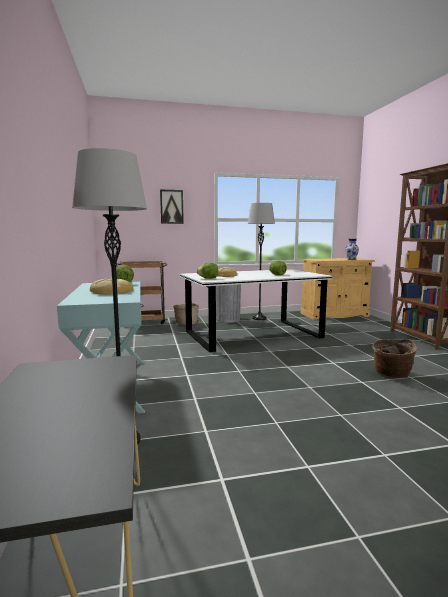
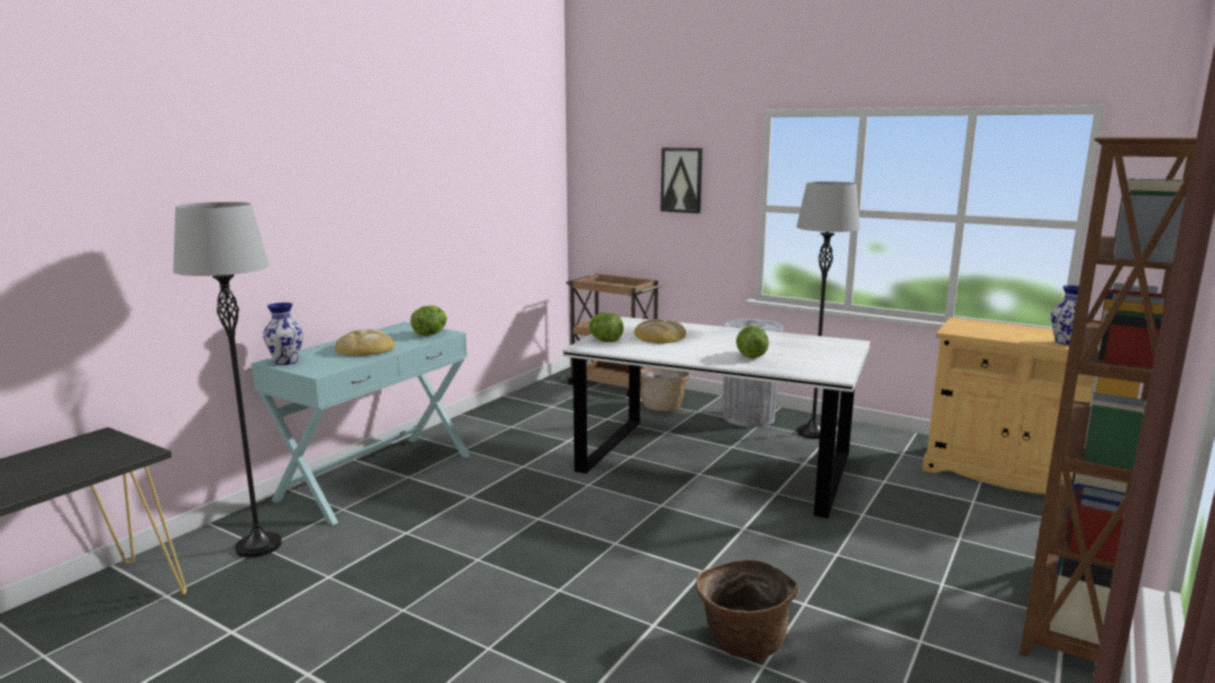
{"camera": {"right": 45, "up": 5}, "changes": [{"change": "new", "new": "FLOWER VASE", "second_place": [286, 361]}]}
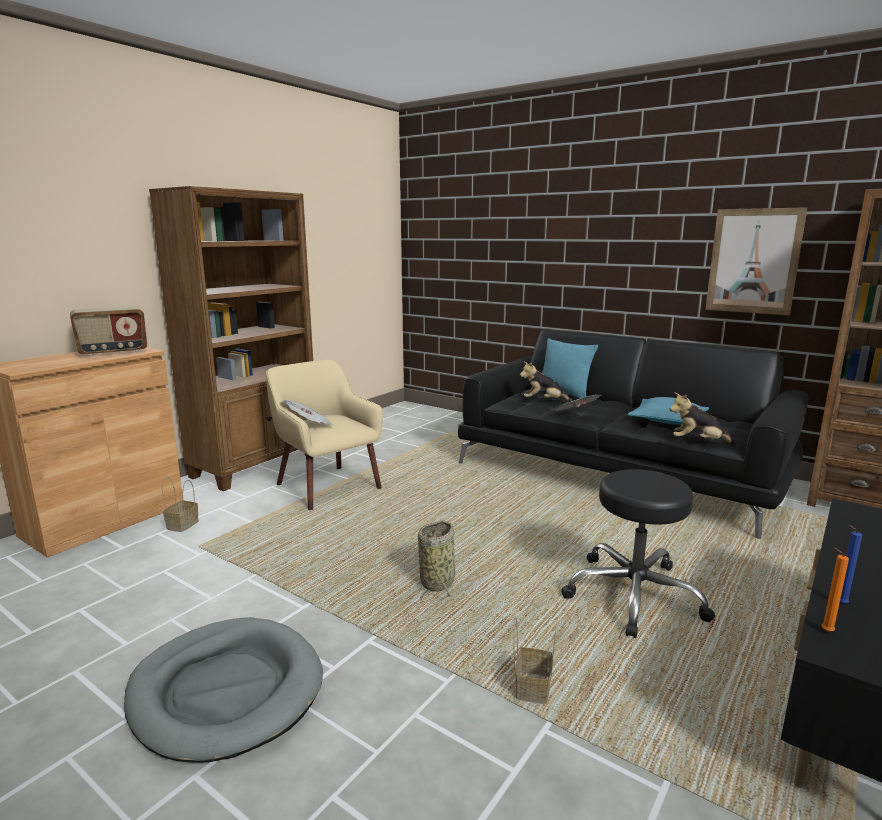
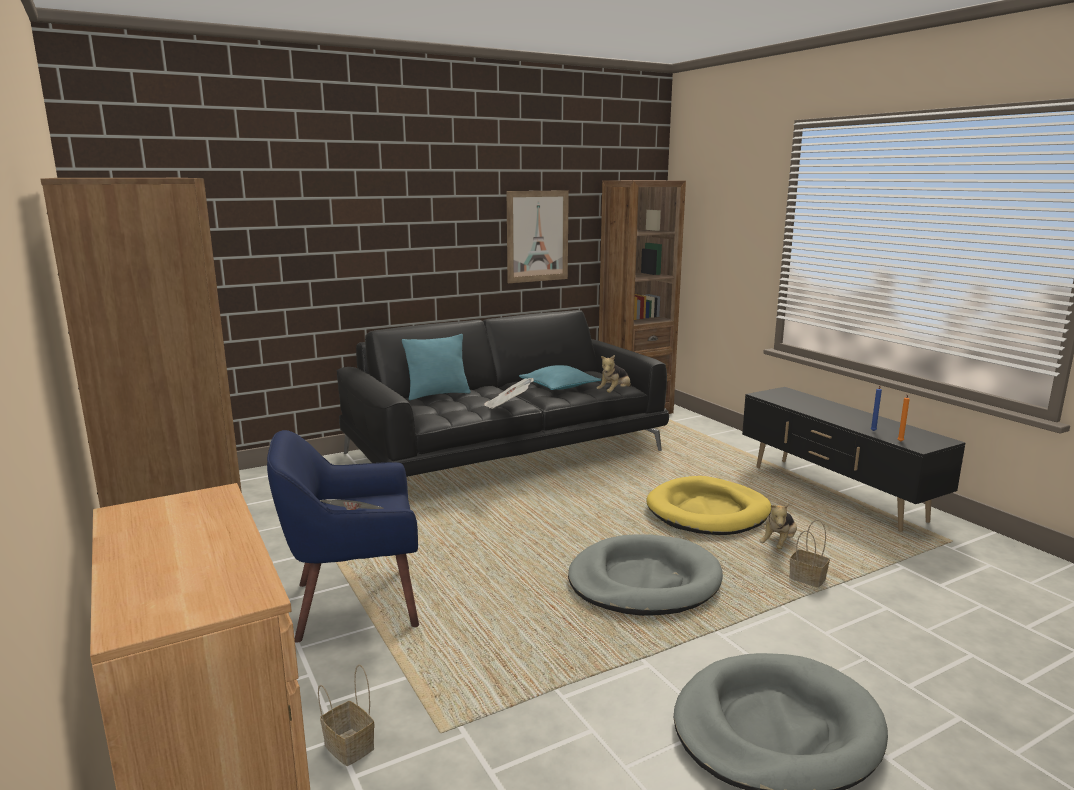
{"camera": {"right": -65, "up": 0}, "changes": [{"change": "gone", "old": "RADIO SET", "first_place": [113, 352]}, {"change": "shifted", "old": "SOFT TOY", "first_place": [544, 401], "second_place": [778, 544]}, {"change": "swapped", "old": "BASKET", "new": "GRAY DOG BED", "first_place": [438, 582], "second_place": [644, 581]}, {"change": "swapped", "old": "BLACKISH STOOL SEAT", "new": "YELLOW DOG BED", "first_place": [633, 594], "second_place": [708, 511]}, {"change": "repainted", "old": "BEIGE LOUNGE CHAIR", "new": "BLUE LOUNGE CHAIR", "first_place": [326, 486], "second_place": [354, 603]}]}
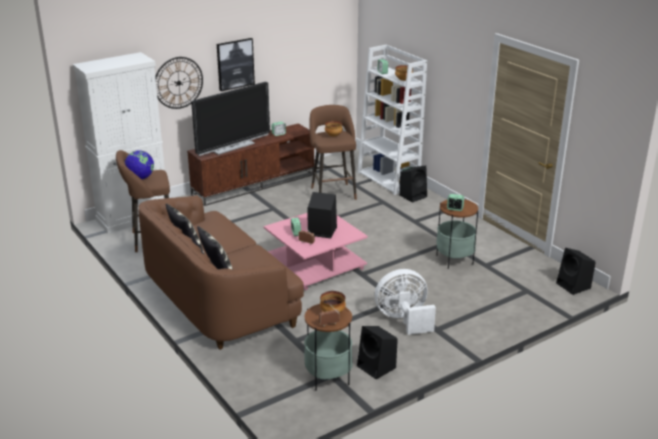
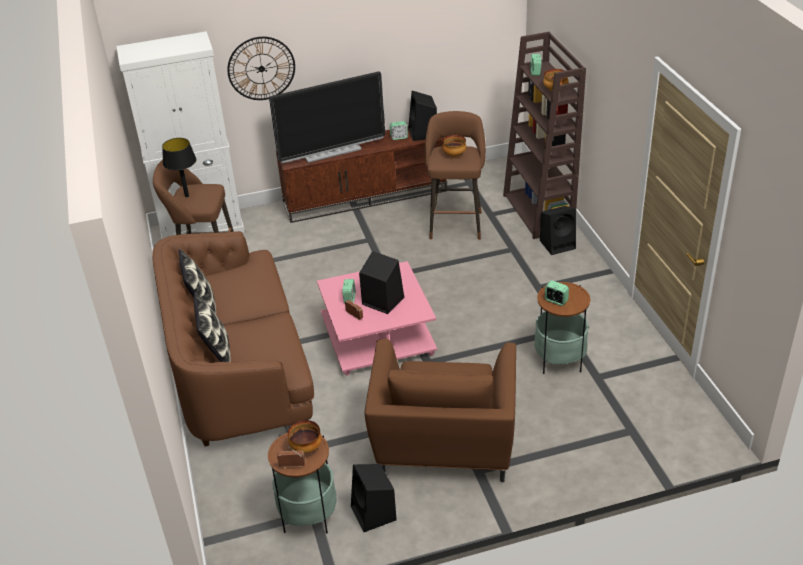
{"camera": {"right": 20, "up": 10}, "changes": [{"change": "gone", "old": "PICTURE", "first_place": [235, 64]}, {"change": "shifted", "old": "BLACKISH LOUDSPEAKER", "first_place": [574, 286], "second_place": [423, 133]}, {"change": "swapped", "old": "DESK GLOBE", "new": "BLACKISH TABLETOP LAMP", "first_place": [140, 178], "second_place": [187, 196]}, {"change": "swapped", "old": "WHITE-COLOURED COOLING FAN", "new": "BROWN-COLOURED LOUNGE CHAIR", "first_place": [404, 319], "second_place": [444, 446]}, {"change": "repainted", "old": "WHITE-COLOURED BOOKCASE", "new": "BROWN-COLOURED BOOKCASE", "first_place": [389, 180], "second_place": [539, 212]}]}
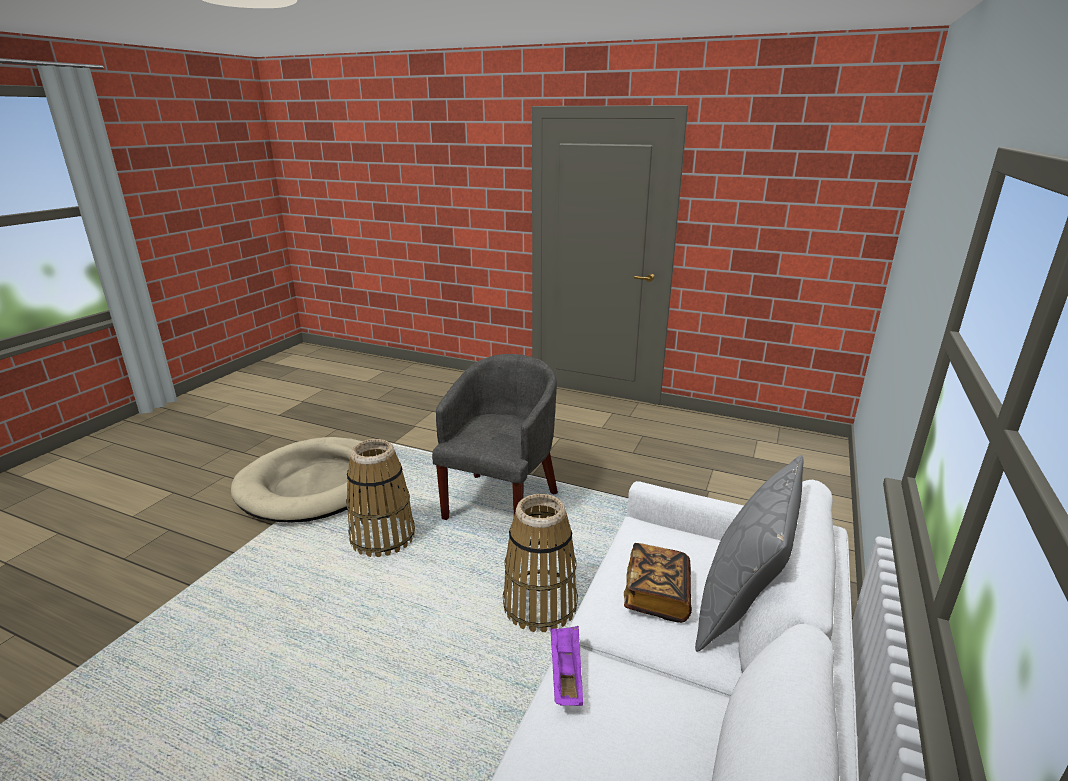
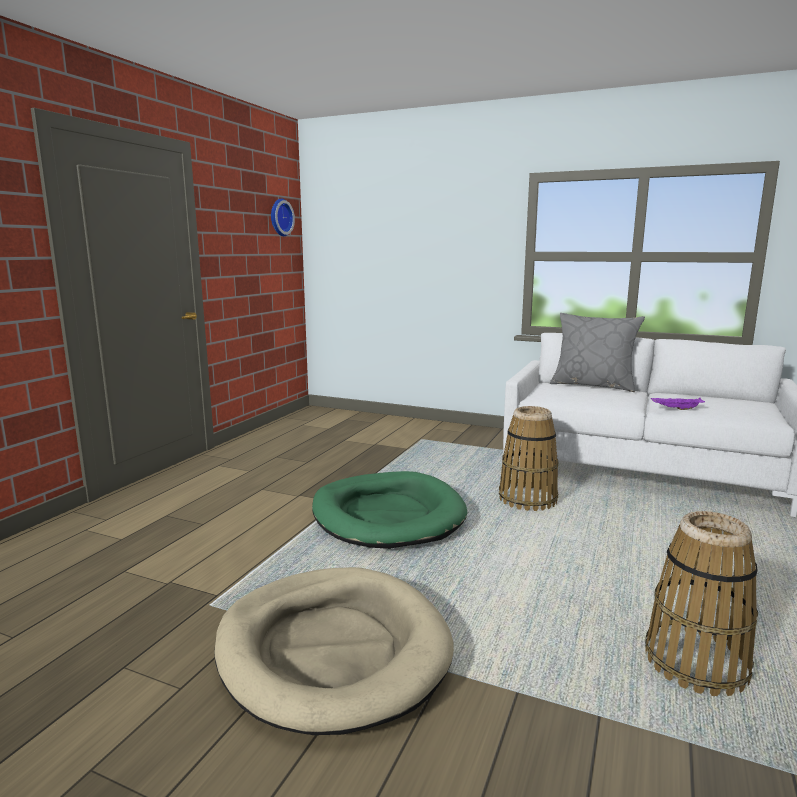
{"camera": {"right": -90, "up": -10}, "changes": [{"change": "gone", "old": "BOUND BOOK", "first_place": [656, 596]}, {"change": "new", "new": "CLOCK ON THE WALL", "second_place": [279, 217]}, {"change": "shifted", "old": "BASKET", "first_place": [383, 537], "second_place": [696, 663]}, {"change": "swapped", "old": "GRAY LOUNGE CHAIR", "new": "GREEN DOG BED", "first_place": [501, 502], "second_place": [387, 515]}]}
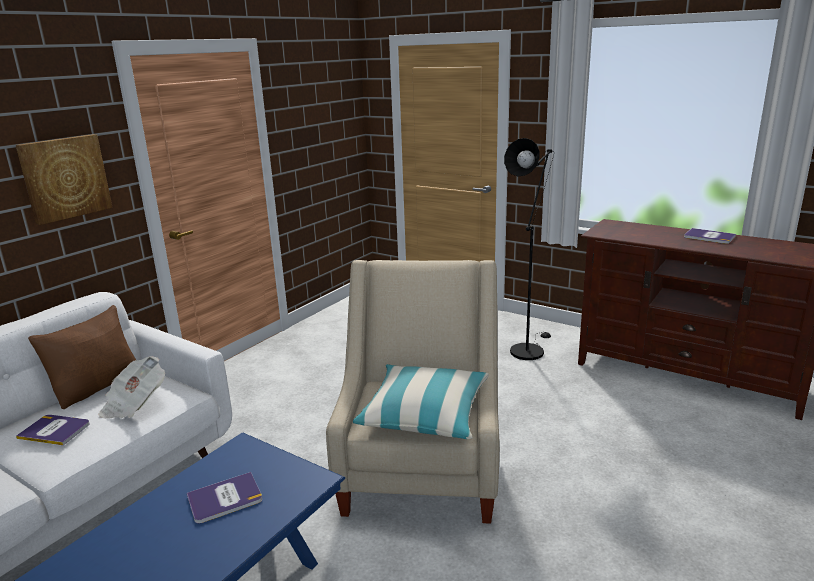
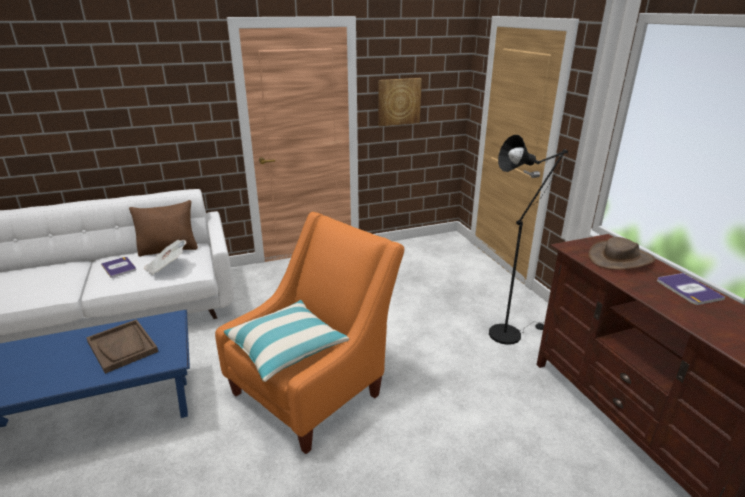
{"camera": {"right": 35, "up": 5}, "changes": [{"change": "new", "new": "BROWN-COLOURED HAT", "second_place": [620, 259]}, {"change": "shifted", "old": "PICTURE", "first_place": [65, 178], "second_place": [398, 101]}, {"change": "swapped", "old": "BOUND BOOK", "new": "BROWN-COLOURED SERVING TRAY", "first_place": [225, 498], "second_place": [122, 347]}, {"change": "repainted", "old": "BEIGE LOUNGE CHAIR", "new": "ORANGE LOUNGE CHAIR", "first_place": [422, 468], "second_place": [314, 388]}]}
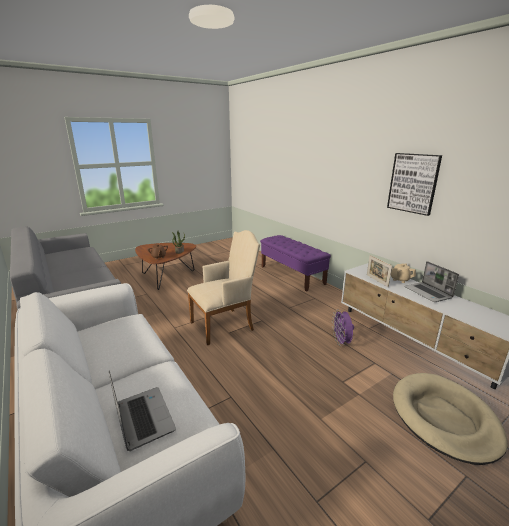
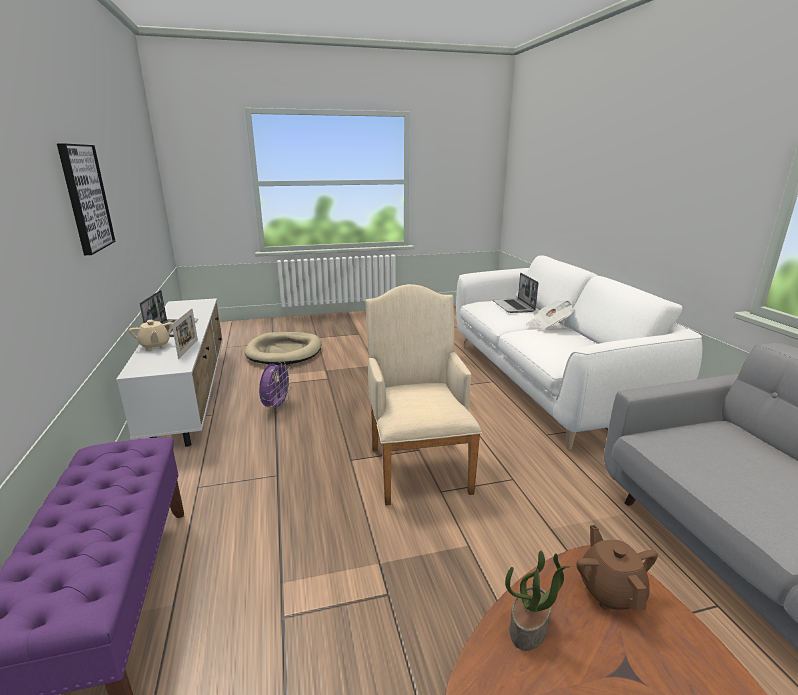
{"camera": {"right": -160, "up": 0}, "changes": [{"change": "new", "new": "DAILY PAPER", "second_place": [548, 325]}, {"change": "rotated", "old": "BEIGE LOUNGE CHAIR", "first_place": [225, 325], "second_place": [418, 465], "degrees": 90}]}
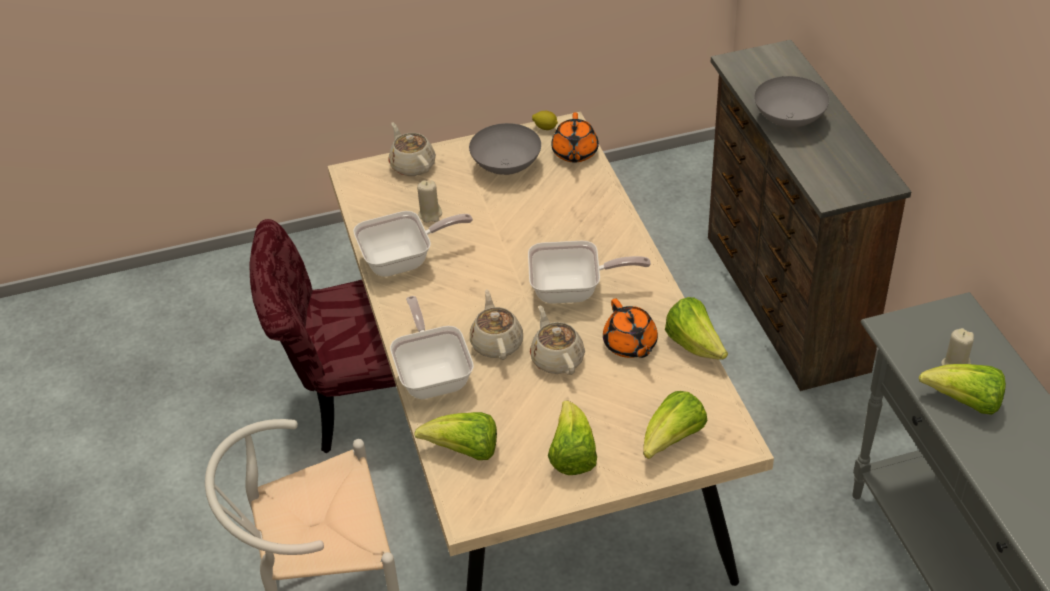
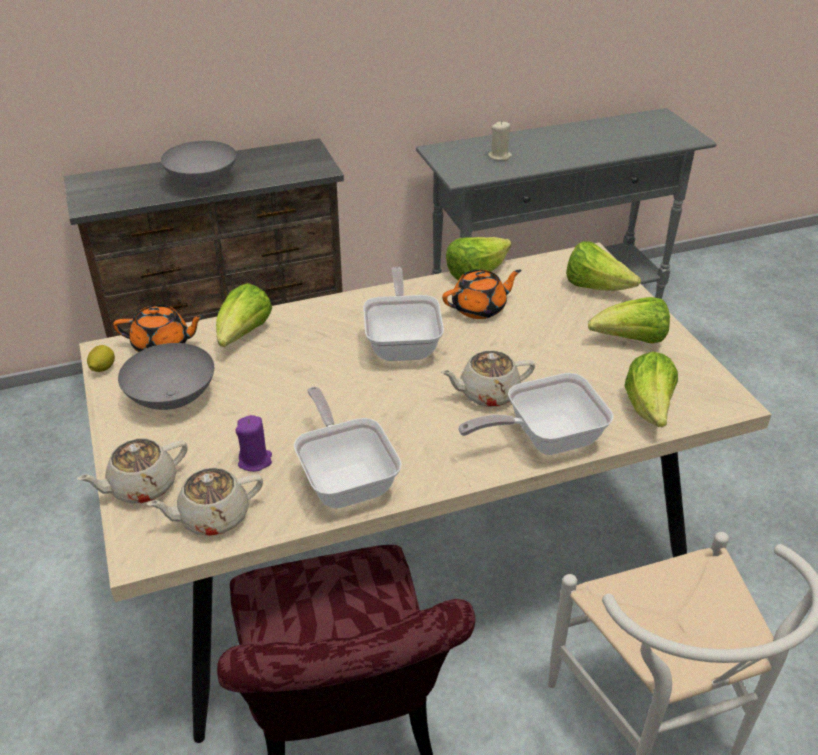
{"camera": {"right": -95, "up": -5}, "changes": [{"change": "shifted", "old": "BEIGE TEA POT", "first_place": [557, 358], "second_place": [212, 517]}, {"change": "shifted", "old": "LETTUCE", "first_place": [964, 403], "second_place": [243, 335]}, {"change": "repainted", "old": "BEIGE WAX CANDLE", "new": "PURPLE WAX CANDLE", "first_place": [430, 214], "second_place": [255, 461]}]}
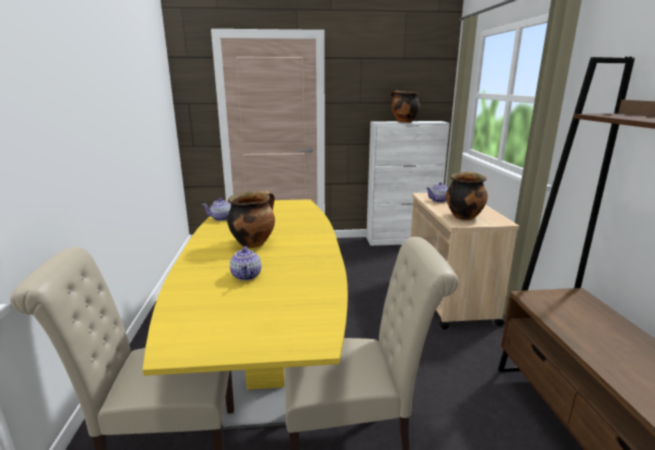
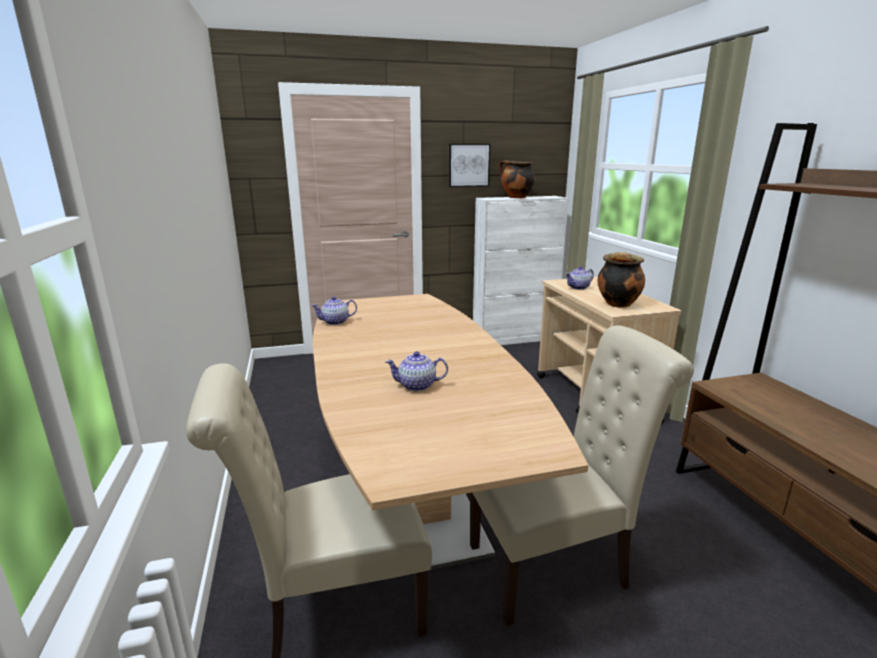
{"camera": {"right": -10, "up": 0}, "changes": [{"change": "gone", "old": "SAUCEPOT", "first_place": [253, 243]}, {"change": "new", "new": "PICTURE", "second_place": [468, 165]}, {"change": "repainted", "old": "YELLOW DINING TABLE", "new": "BROWN-COLOURED DINING TABLE", "first_place": [268, 356], "second_place": [414, 486]}, {"change": "rotated", "old": "TEA POT", "first_place": [246, 275], "second_place": [417, 386], "degrees": 105}]}
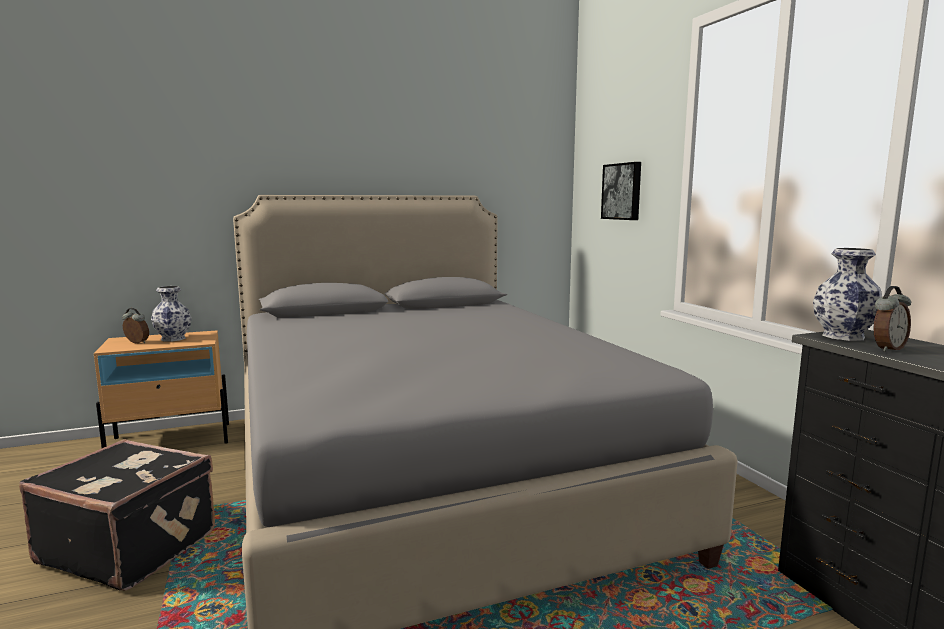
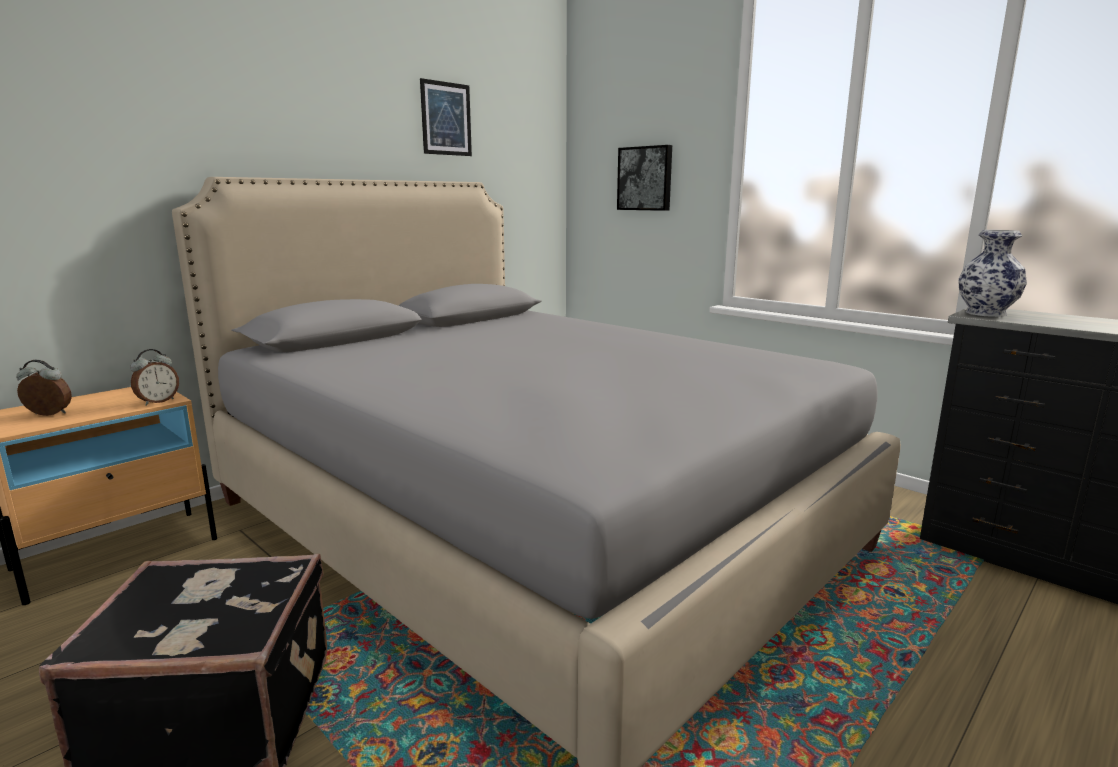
{"camera": {"right": -25, "up": 5}, "changes": [{"change": "gone", "old": "FLOWER VASE", "first_place": [172, 339]}, {"change": "new", "new": "PICTURE", "second_place": [446, 119]}, {"change": "shifted", "old": "BEDSIDE CLOCK", "first_place": [887, 349], "second_place": [158, 401]}]}
